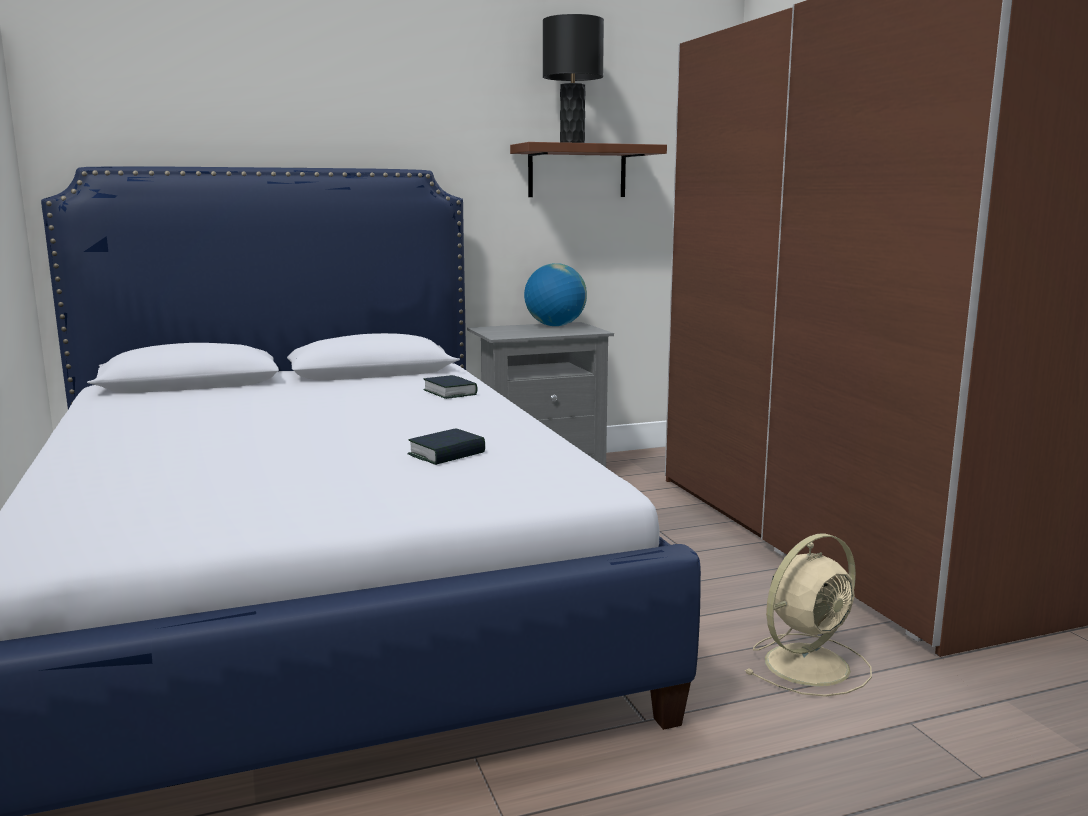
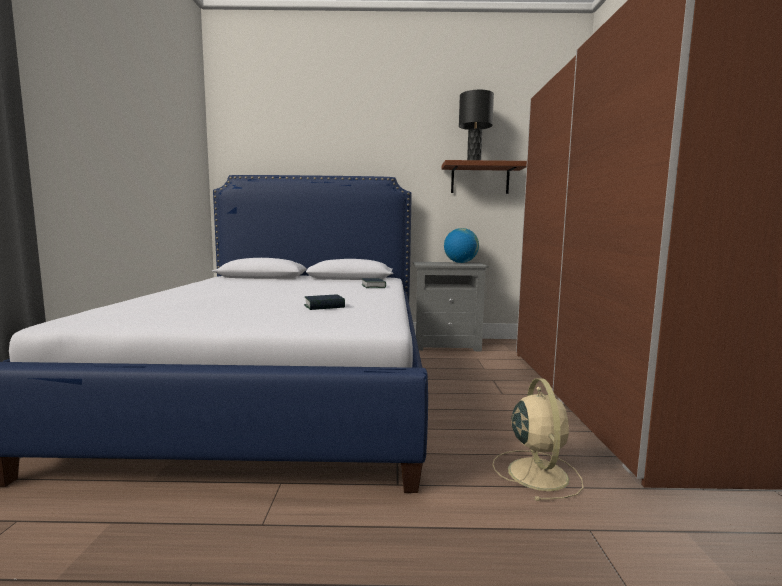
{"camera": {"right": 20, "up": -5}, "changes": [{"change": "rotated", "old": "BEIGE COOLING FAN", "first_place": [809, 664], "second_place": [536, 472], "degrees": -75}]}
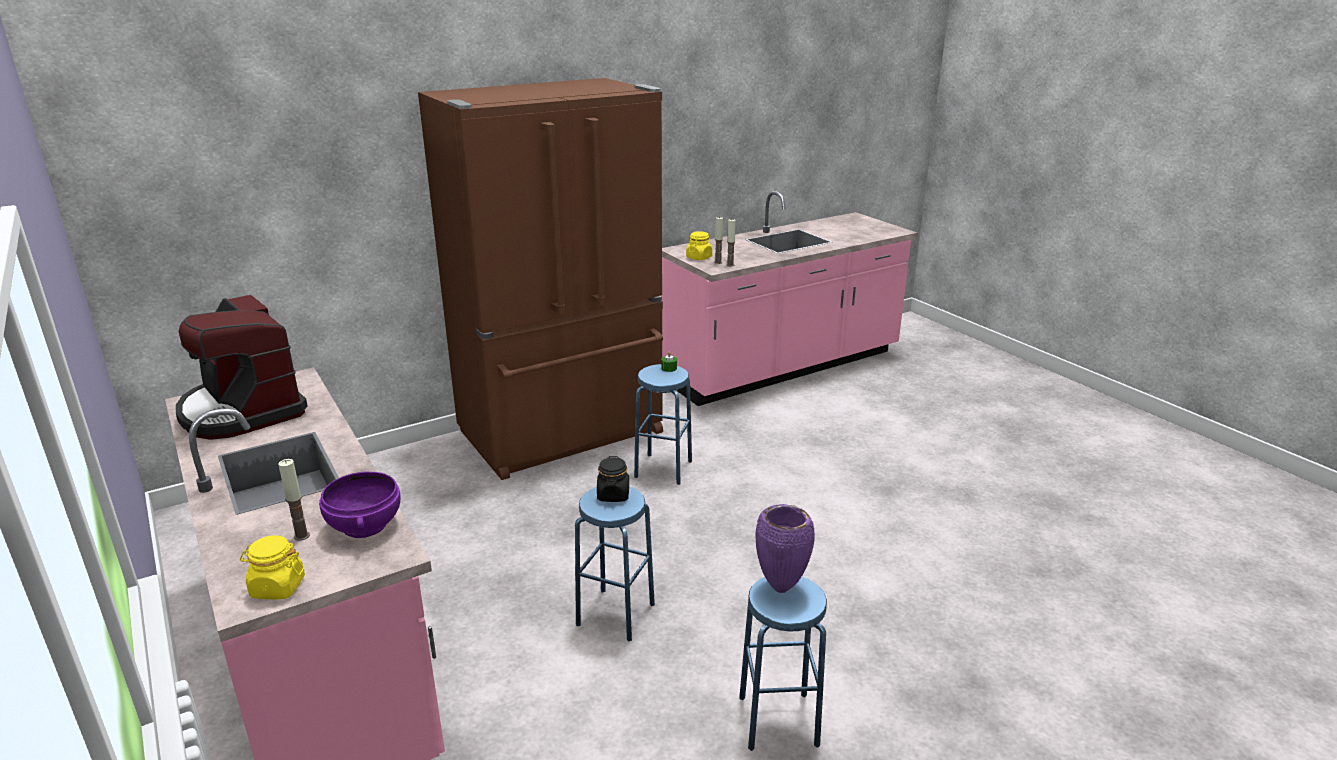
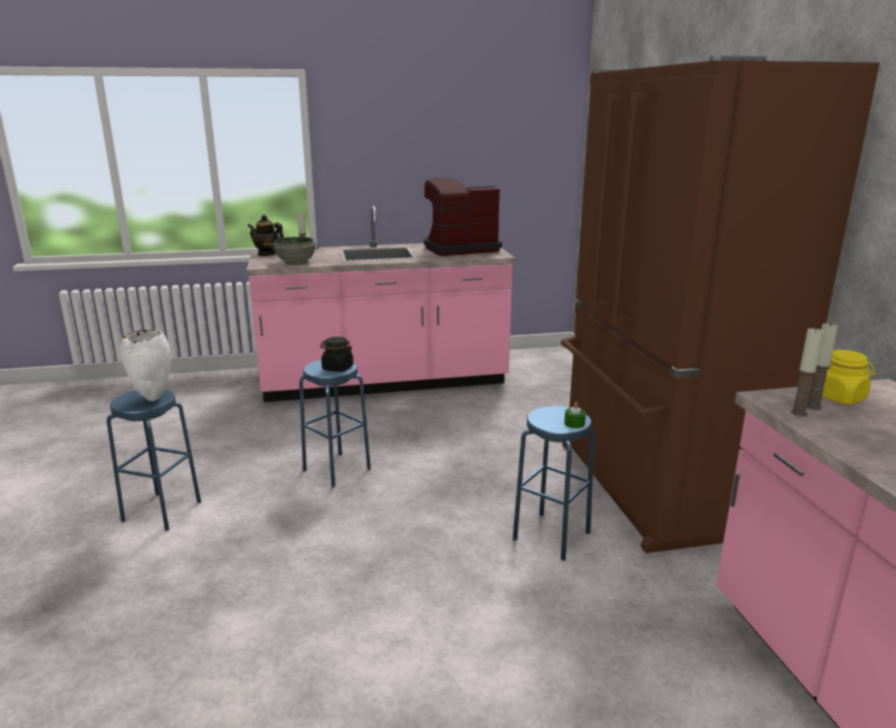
{"camera": {"right": 110, "up": -5}, "changes": [{"change": "swapped", "old": "YELLOW JAR", "new": "TEA POT", "first_place": [277, 587], "second_place": [267, 254]}, {"change": "repainted", "old": "PURPLE SERVING BOWL", "new": "GRAY SERVING BOWL", "first_place": [364, 526], "second_place": [296, 262]}, {"change": "repainted", "old": "PURPLE FLOWER VASE", "new": "WHITE-COLOURED FLOWER VASE", "first_place": [781, 587], "second_place": [153, 399]}]}
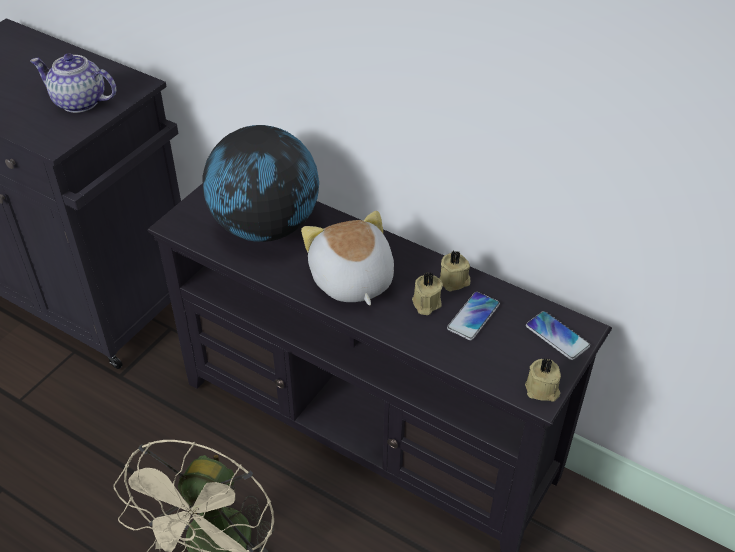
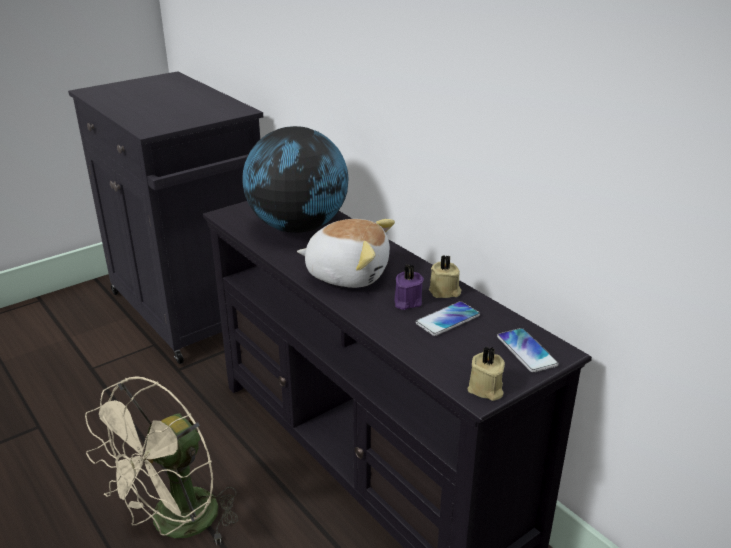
{"camera": {"right": 20, "up": -15}, "changes": [{"change": "gone", "old": "TEA POT", "first_place": [79, 102]}, {"change": "repainted", "old": "BEIGE WAX CANDLE", "new": "PURPLE WAX CANDLE", "first_place": [425, 304], "second_place": [406, 302]}, {"change": "rotated", "old": "SOFT TOY", "first_place": [351, 280], "second_place": [347, 273], "degrees": 105}]}
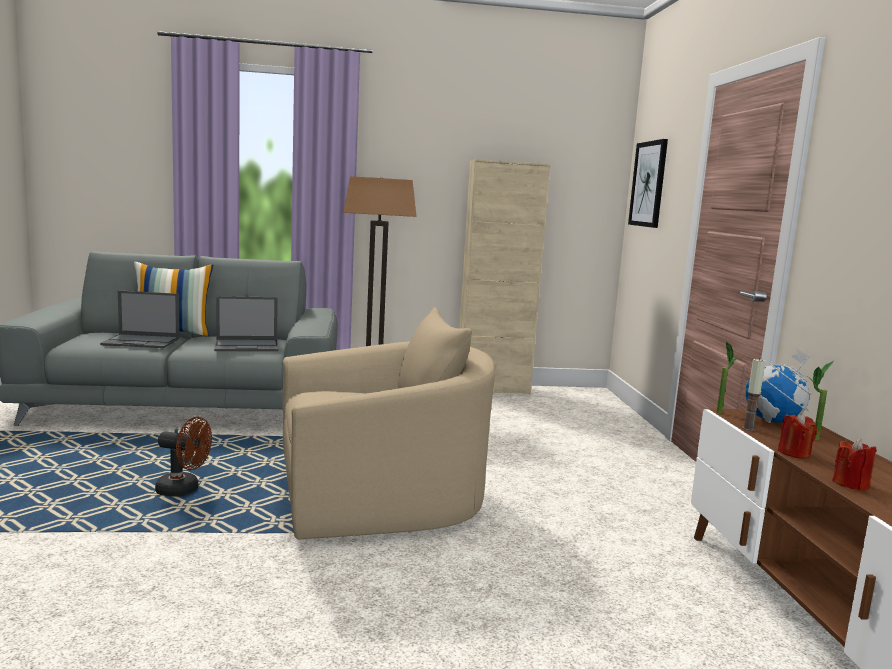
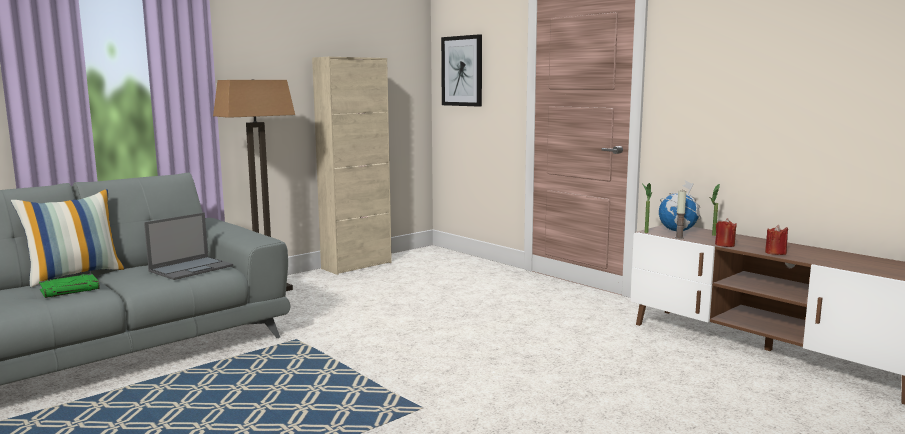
{"camera": {"right": -35, "up": 0}, "changes": [{"change": "gone", "old": "BROWN-COLOURED COOLING FAN", "first_place": [184, 490]}, {"change": "gone", "old": "BEIGE LOUNGE CHAIR", "first_place": [380, 498]}, {"change": "swapped", "old": "PORTABLE COMPUTER", "new": "GREEN BOUND BOOK", "first_place": [142, 341], "second_place": [70, 289]}]}
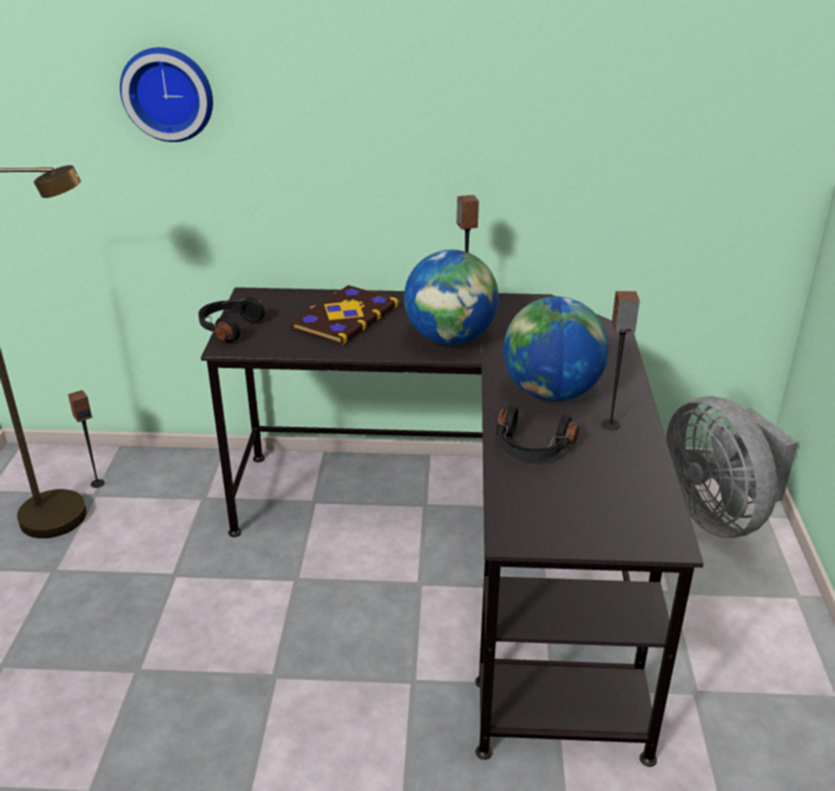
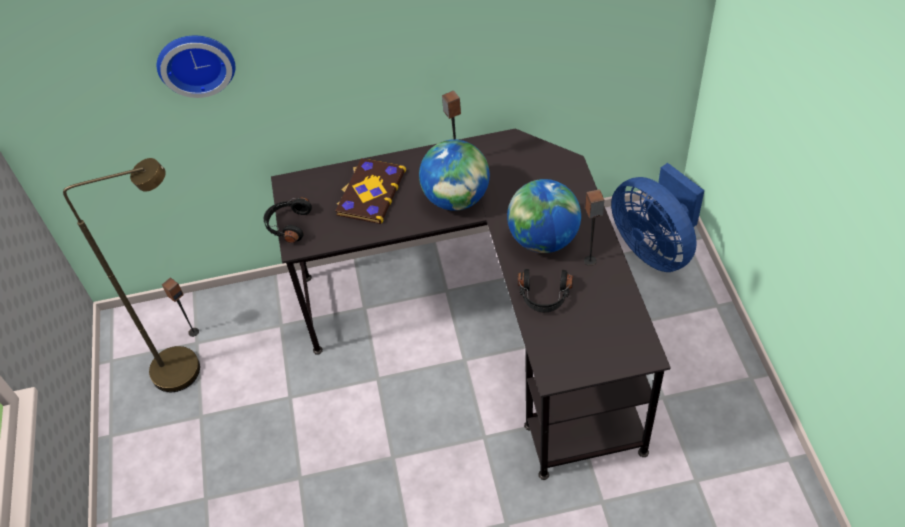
{"camera": {"right": -10, "up": 20}, "changes": [{"change": "repainted", "old": "GRAY COOLING FAN", "new": "BLUE COOLING FAN", "first_place": [718, 514], "second_place": [654, 247]}]}
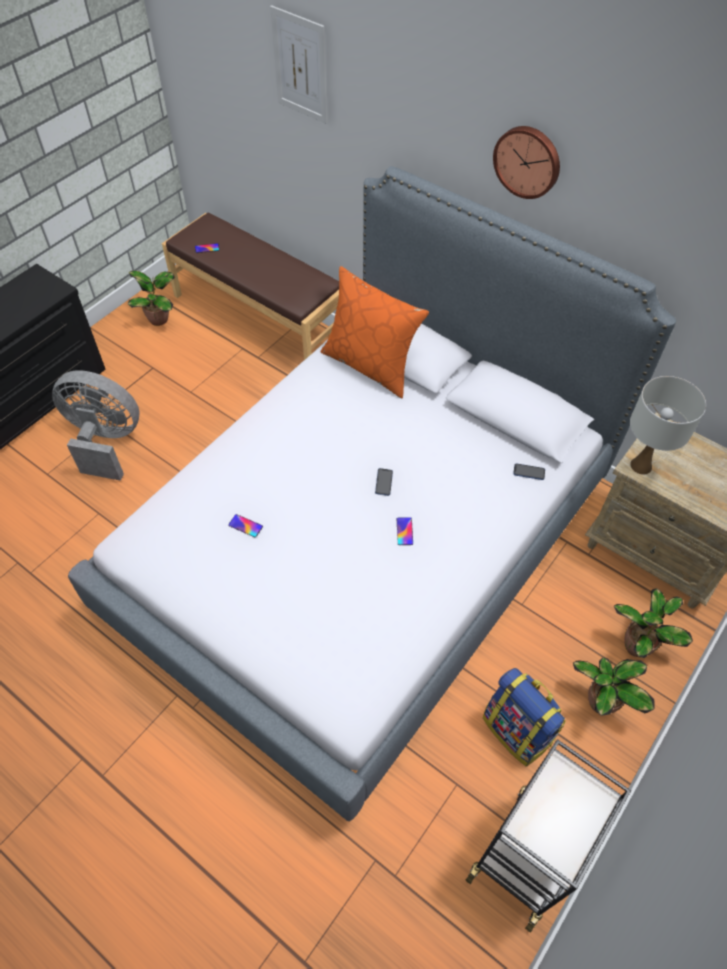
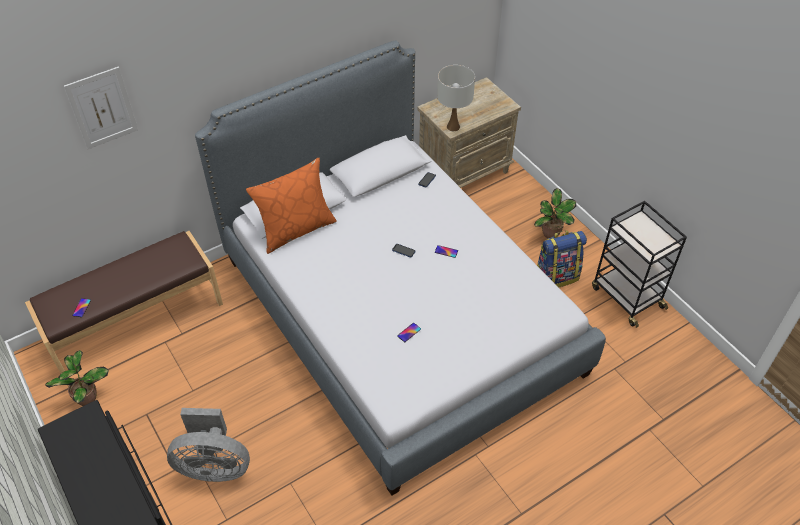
{"camera": {"right": -70, "up": -5}, "changes": [{"change": "gone", "old": "CLOCK ON THE WALL", "first_place": [528, 161]}, {"change": "gone", "old": "HOUSEPLANT", "first_place": [638, 644]}, {"change": "rotated", "old": "GRAY COOLING FAN", "first_place": [105, 441], "second_place": [214, 466], "degrees": -120}]}
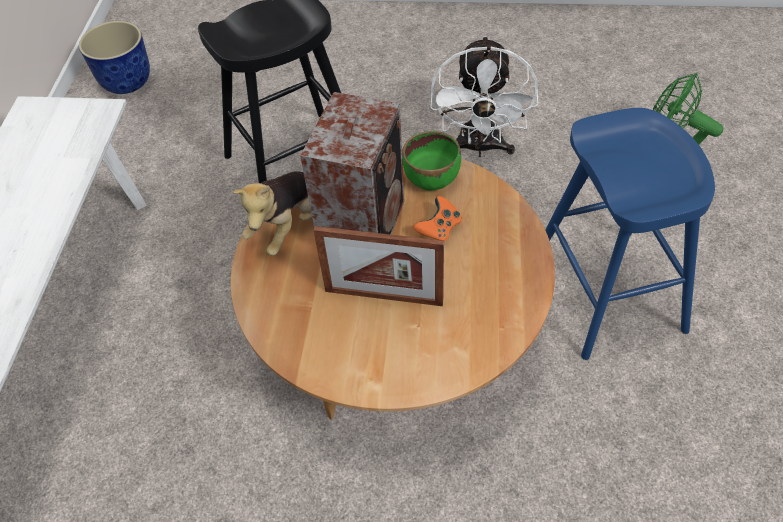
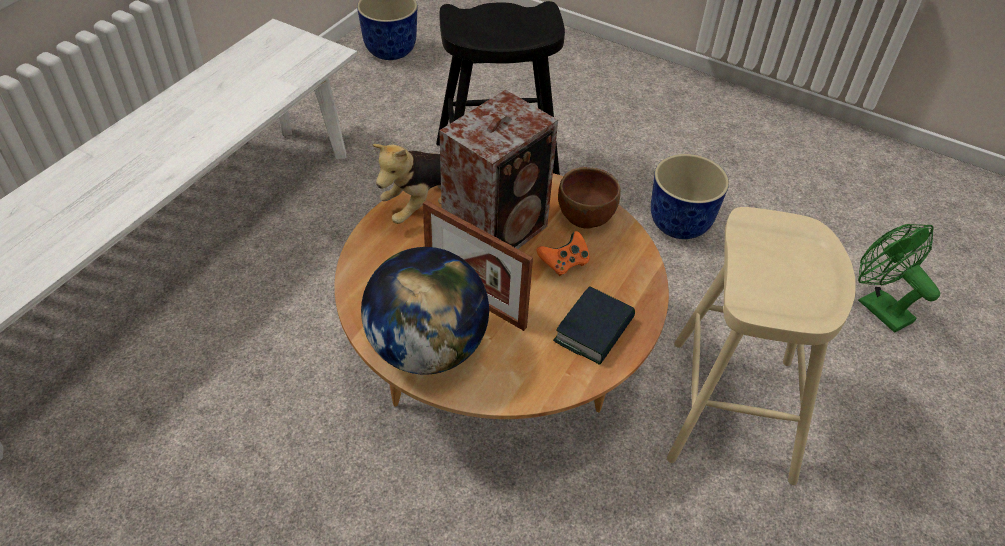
{"camera": {"right": 20, "up": -5}, "changes": [{"change": "new", "new": "DESK GLOBE", "second_place": [427, 348]}, {"change": "new", "new": "BOUND BOOK", "second_place": [594, 330]}, {"change": "swapped", "old": "WHITE-COLOURED COOLING FAN", "new": "PLANT POT", "first_place": [479, 148], "second_place": [680, 224]}, {"change": "repainted", "old": "GREEN SERVING BOWL", "new": "BROWN-COLOURED SERVING BOWL", "first_place": [431, 178], "second_place": [585, 217]}, {"change": "repainted", "old": "BLUE STOOL SEAT", "new": "BEIGE STOOL SEAT", "first_place": [607, 291], "second_place": [731, 408]}]}
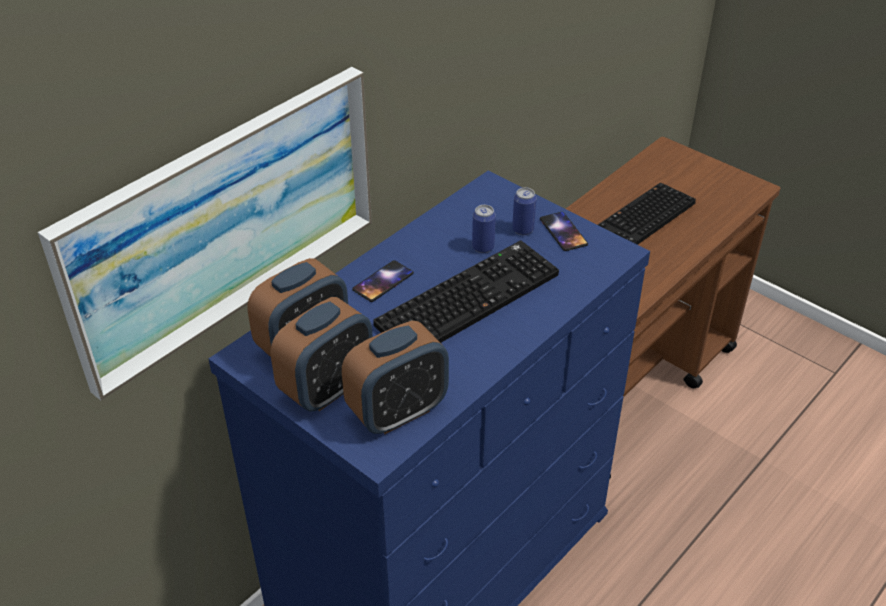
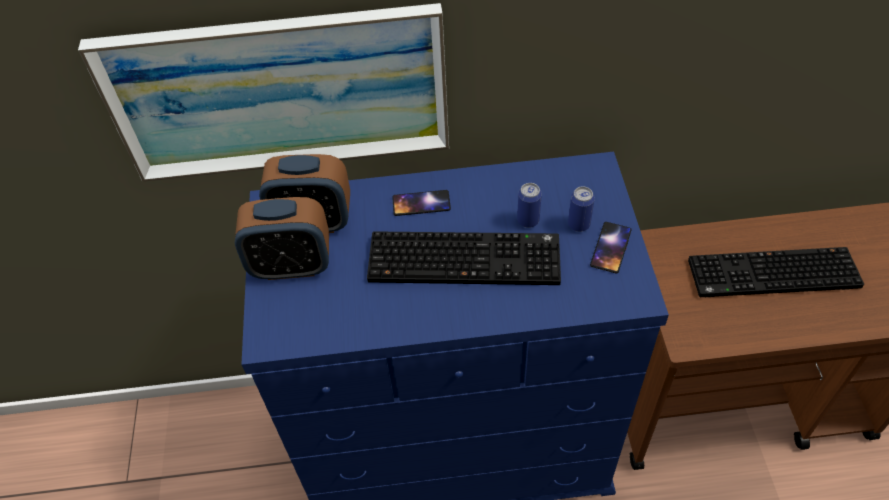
{"camera": {"right": 45, "up": 10}, "changes": [{"change": "gone", "old": "BEDSIDE CLOCK", "first_place": [398, 412]}]}
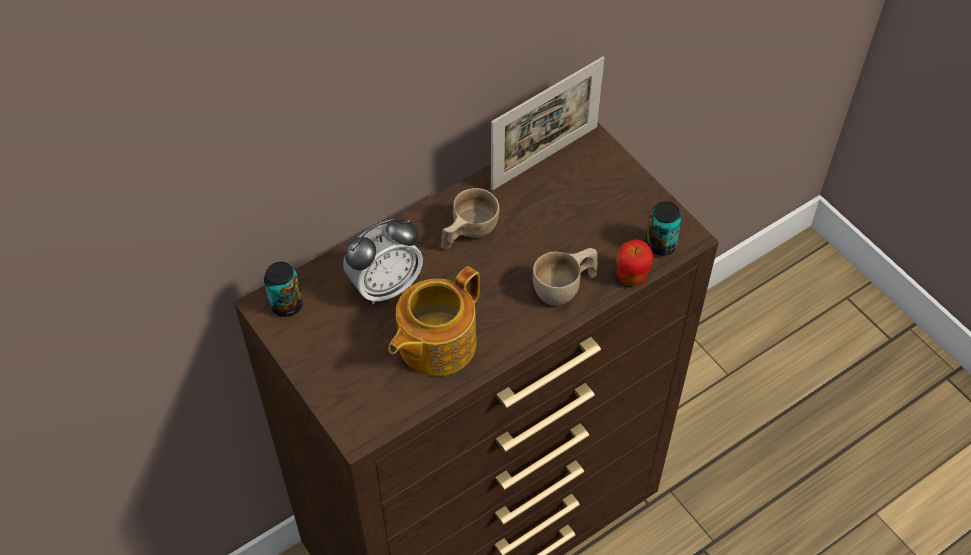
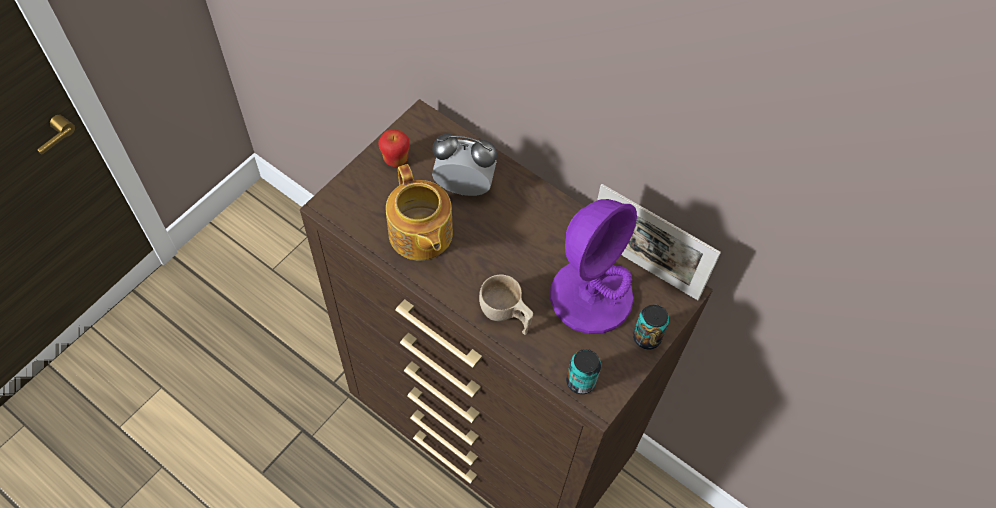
{"camera": {"right": 70, "up": 5}, "changes": [{"change": "gone", "old": "BEIGE CUP", "first_place": [467, 233]}, {"change": "new", "new": "PURPLE TABLETOP LAMP", "second_place": [591, 296]}, {"change": "shifted", "old": "METAL CAN", "first_place": [286, 305], "second_place": [647, 337]}, {"change": "shifted", "old": "WHOLE APPLE", "first_place": [631, 277], "second_place": [395, 160]}, {"change": "rotated", "old": "BEDSIDE CLOCK", "first_place": [385, 286], "second_place": [464, 187], "degrees": 150}, {"change": "rotated", "old": "TEA POT", "first_place": [435, 344], "second_place": [420, 235], "degrees": -135}]}
